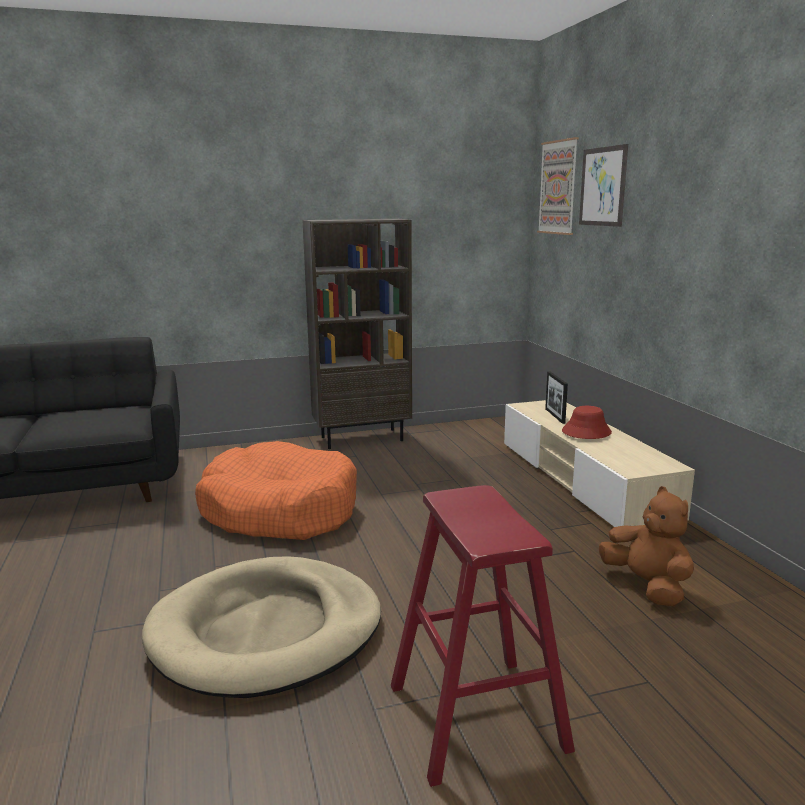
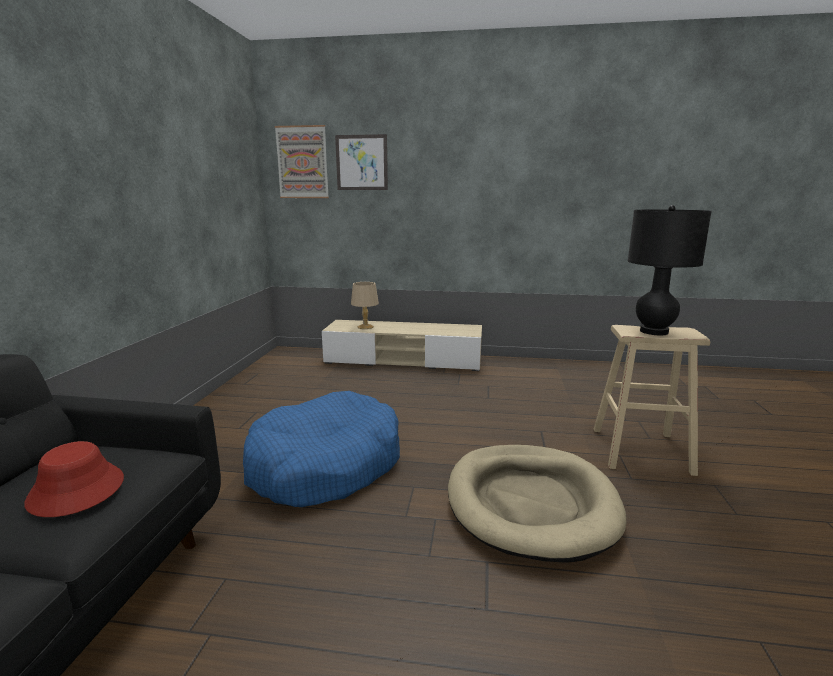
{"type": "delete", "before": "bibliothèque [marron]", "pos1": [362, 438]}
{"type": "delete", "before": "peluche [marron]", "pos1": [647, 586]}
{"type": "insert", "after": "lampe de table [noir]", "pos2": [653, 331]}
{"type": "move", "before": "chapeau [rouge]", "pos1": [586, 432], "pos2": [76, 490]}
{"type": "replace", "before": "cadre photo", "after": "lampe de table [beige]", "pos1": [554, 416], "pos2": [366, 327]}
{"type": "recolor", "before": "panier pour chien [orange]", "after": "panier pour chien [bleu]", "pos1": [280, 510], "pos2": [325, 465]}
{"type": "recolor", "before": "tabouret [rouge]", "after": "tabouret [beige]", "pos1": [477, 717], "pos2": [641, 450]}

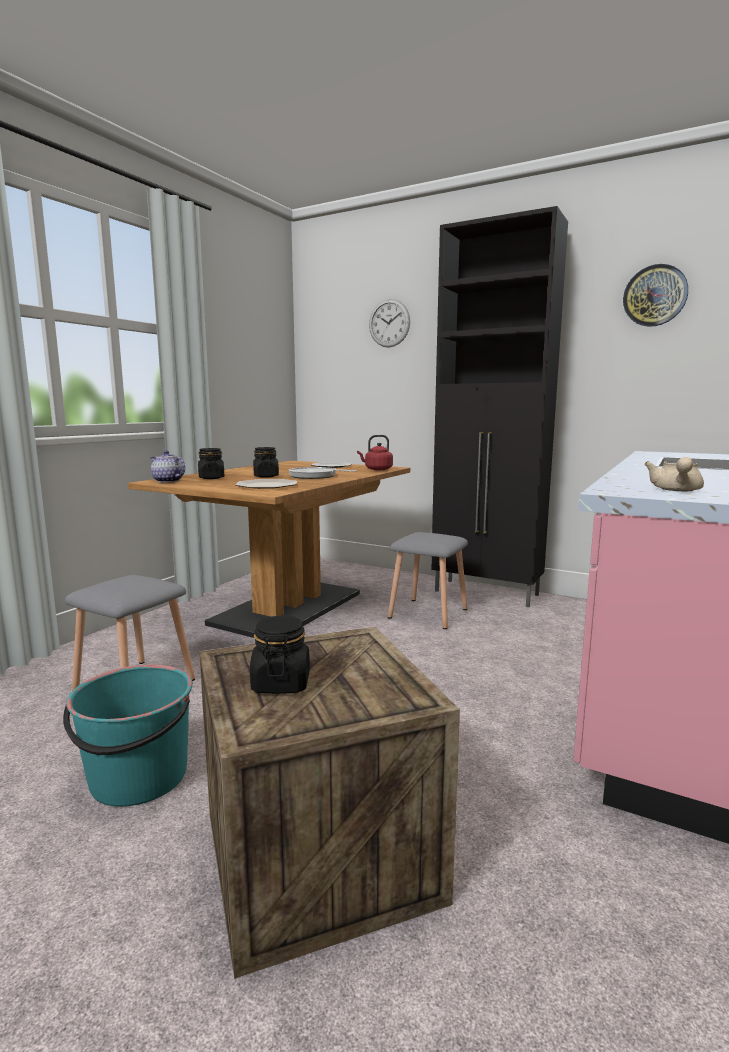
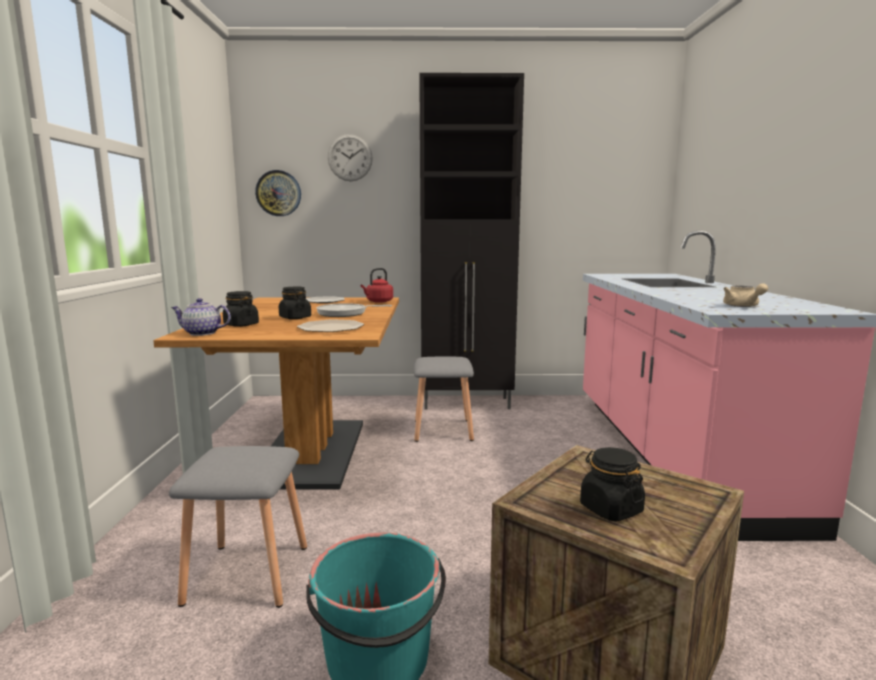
{"type": "move", "before": "horloge murale", "pos1": [655, 296], "pos2": [278, 193]}

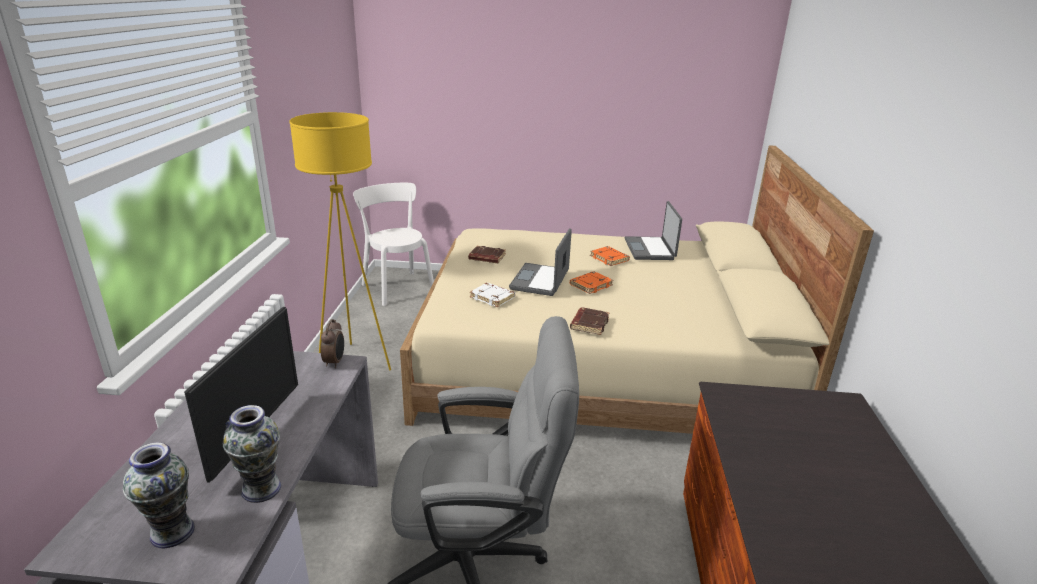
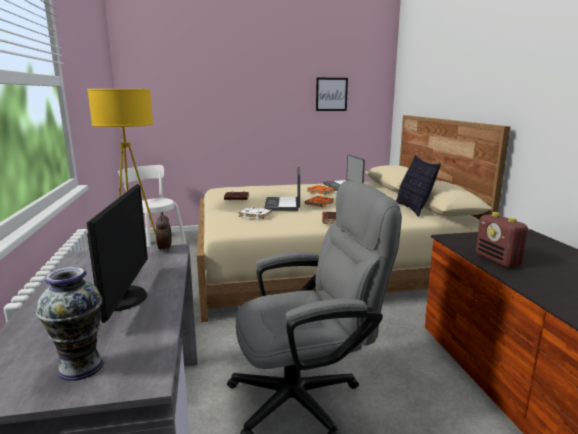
{"type": "delete", "before": "vase", "pos1": [261, 489]}
{"type": "insert", "after": "tableau", "pos2": [331, 94]}
{"type": "insert", "after": "coussin", "pos2": [413, 209]}
{"type": "insert", "after": "radio", "pos2": [498, 261]}

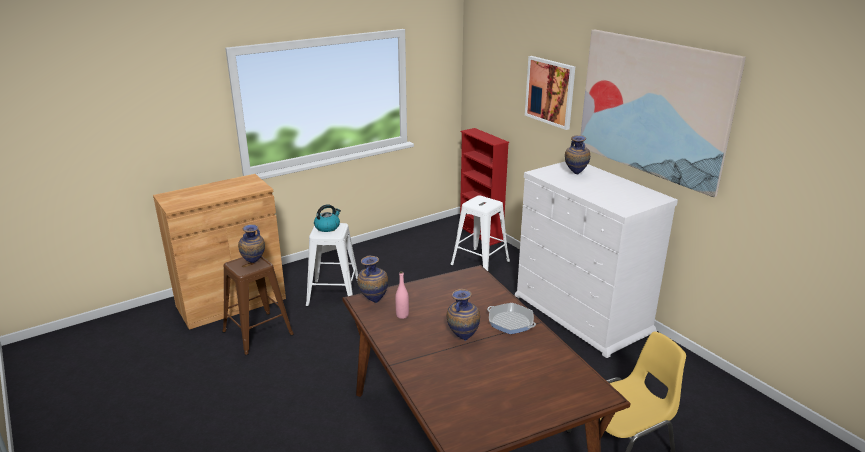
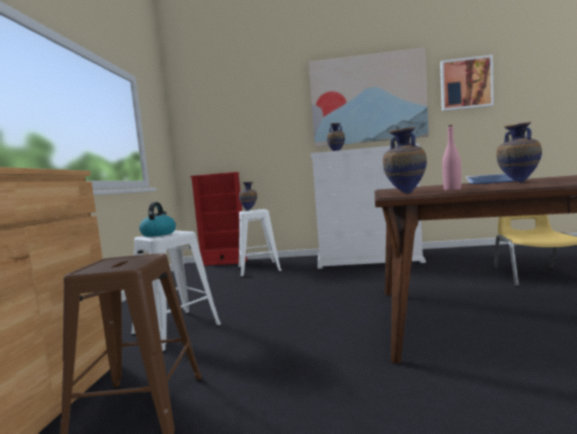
{"type": "move", "before": "vase", "pos1": [254, 263], "pos2": [249, 210]}
{"type": "move", "before": "tableau", "pos1": [550, 92], "pos2": [466, 84]}

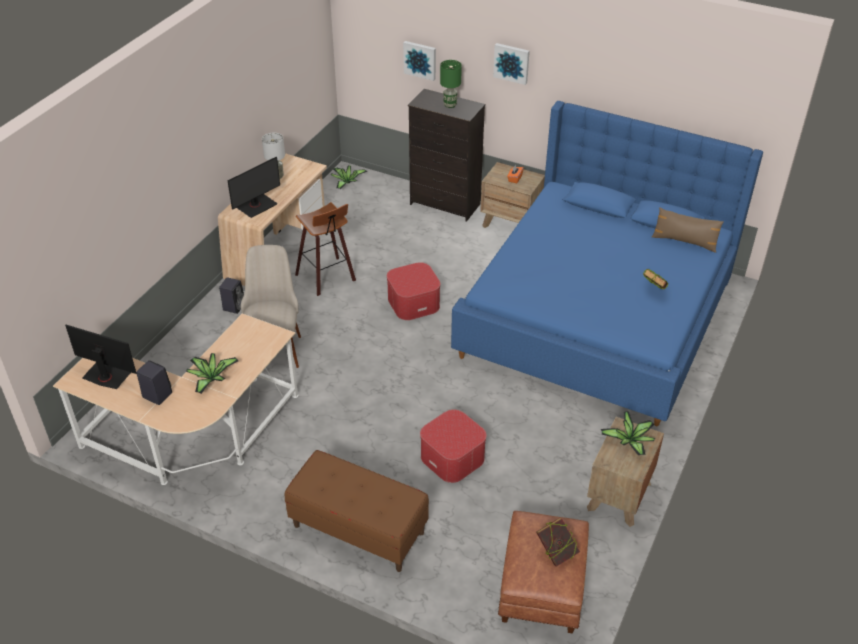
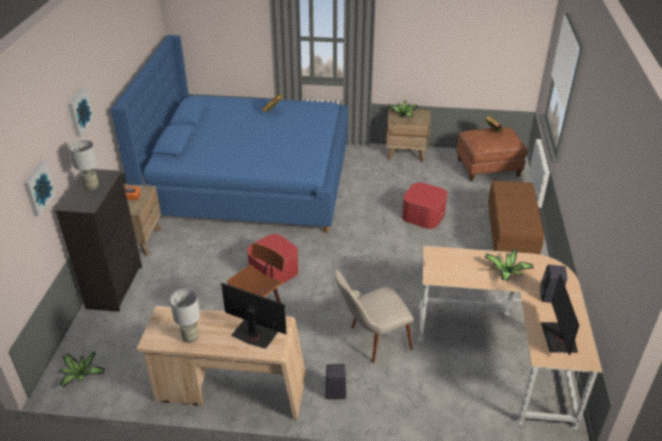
{"type": "delete", "before": "coussin [marron]", "pos1": [684, 241]}
{"type": "recolor", "before": "lampe de table [vert]", "after": "lampe de table [gris]", "pos1": [450, 105], "pos2": [91, 186]}

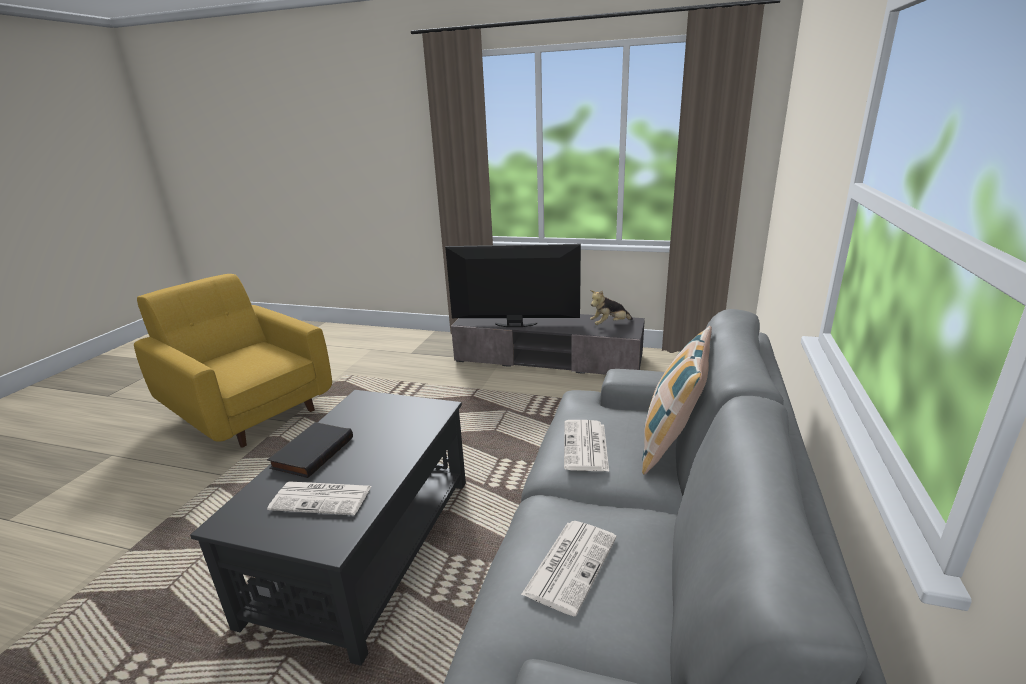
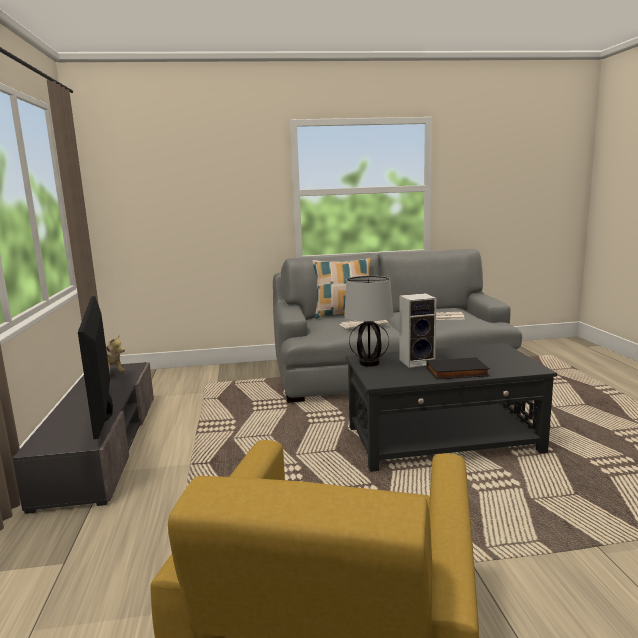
{"type": "delete", "before": "journal", "pos1": [323, 498]}
{"type": "insert", "after": "lampe de table", "pos2": [369, 363]}
{"type": "insert", "after": "enceinte", "pos2": [418, 362]}

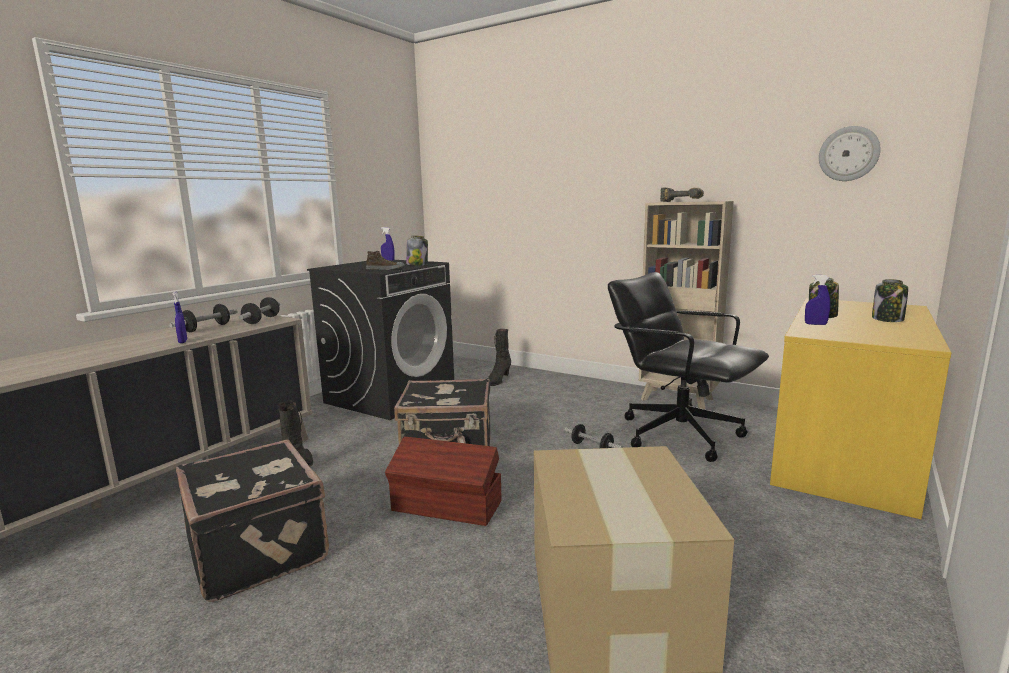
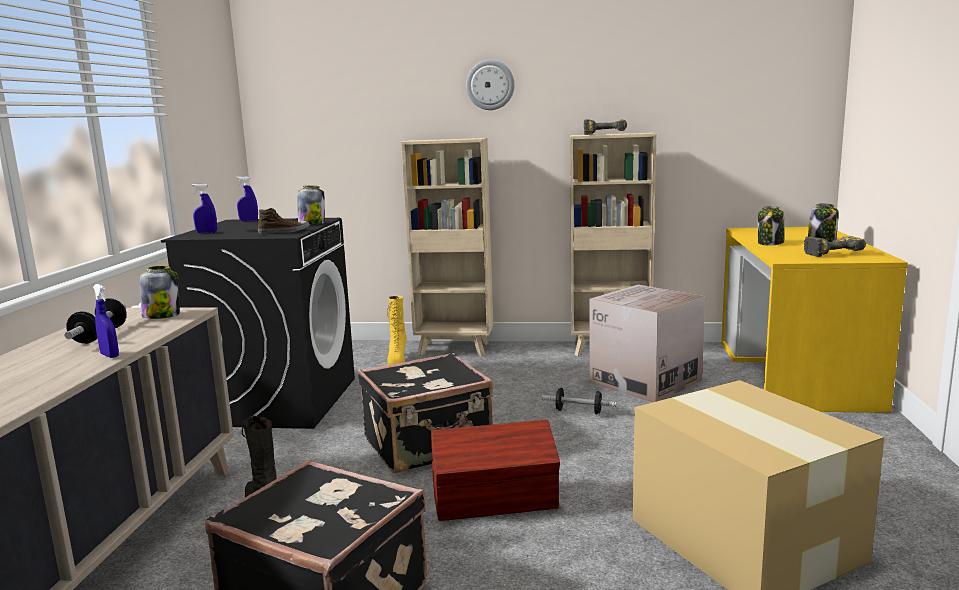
{"type": "insert", "after": "bibliothèque [beige]", "pos2": [455, 349]}
{"type": "insert", "after": "perceuse", "pos2": [830, 253]}
{"type": "move", "before": "vaporisateur [bleu]", "pos1": [815, 324], "pos2": [206, 232]}
{"type": "move", "before": "horloge murale", "pos1": [848, 154], "pos2": [490, 85]}
{"type": "replace", "before": "haltère", "after": "bocal", "pos1": [261, 320], "pos2": [162, 315]}
{"type": "replace", "before": "chaise de bureau [noir]", "after": "carton", "pos1": [679, 434], "pos2": [645, 382]}
{"type": "recolor", "before": "botte [noir]", "after": "botte [jaune]", "pos1": [498, 380], "pos2": [397, 361]}

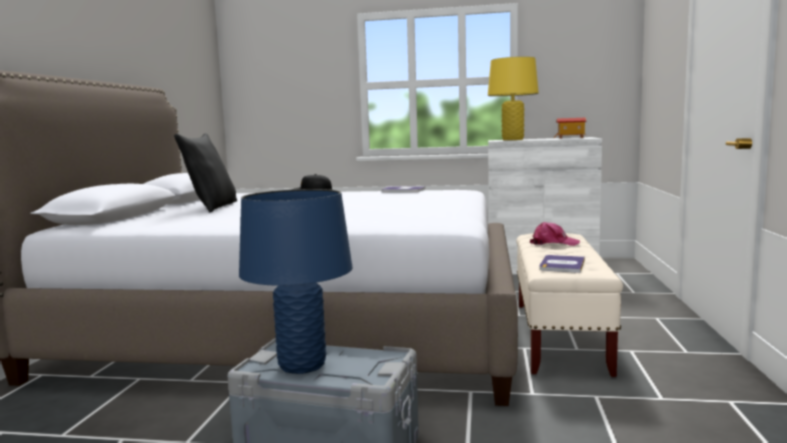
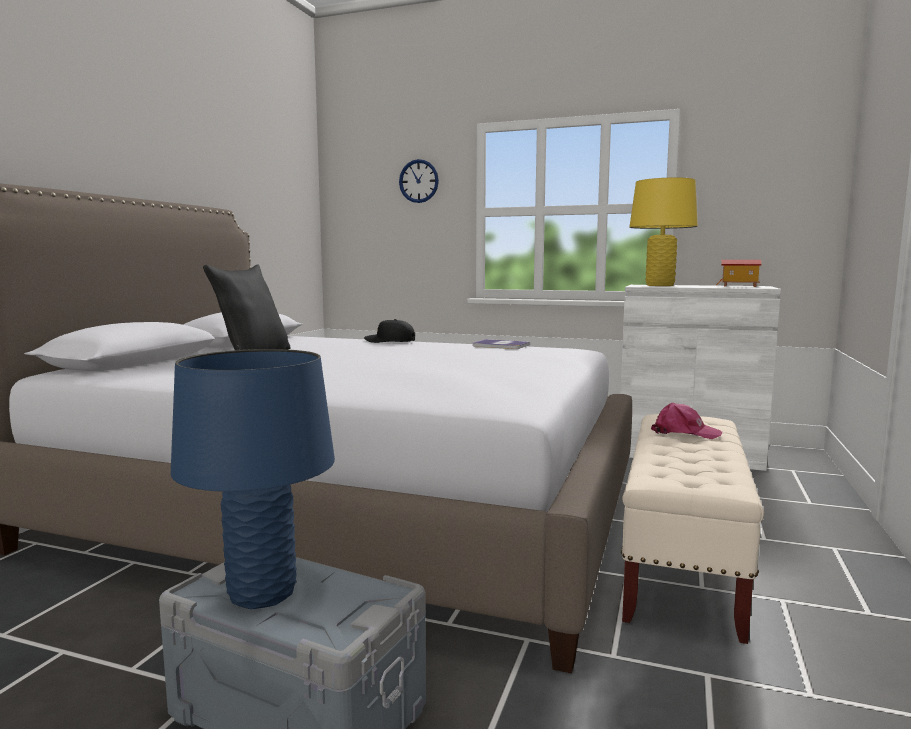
{"type": "delete", "before": "livre", "pos1": [562, 265]}
{"type": "insert", "after": "horloge murale", "pos2": [419, 181]}

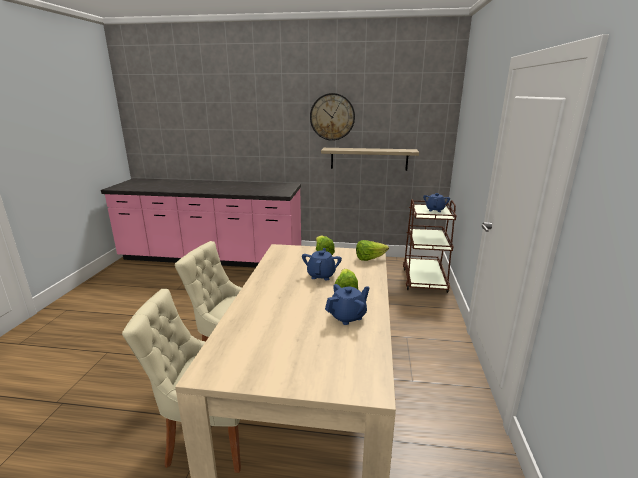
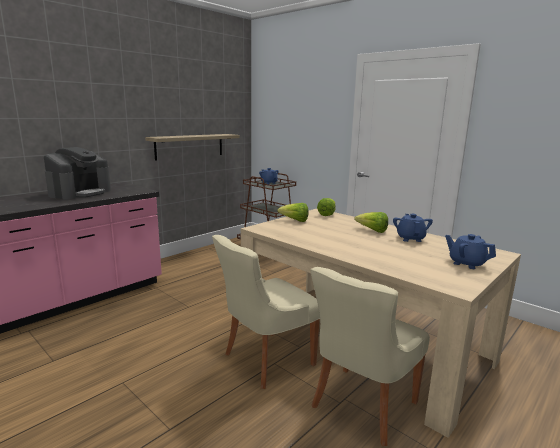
{"type": "delete", "before": "horloge murale", "pos1": [332, 117]}
{"type": "insert", "after": "machine à café", "pos2": [80, 193]}
{"type": "move", "before": "théière [bleu]", "pos1": [321, 275], "pos2": [466, 263]}

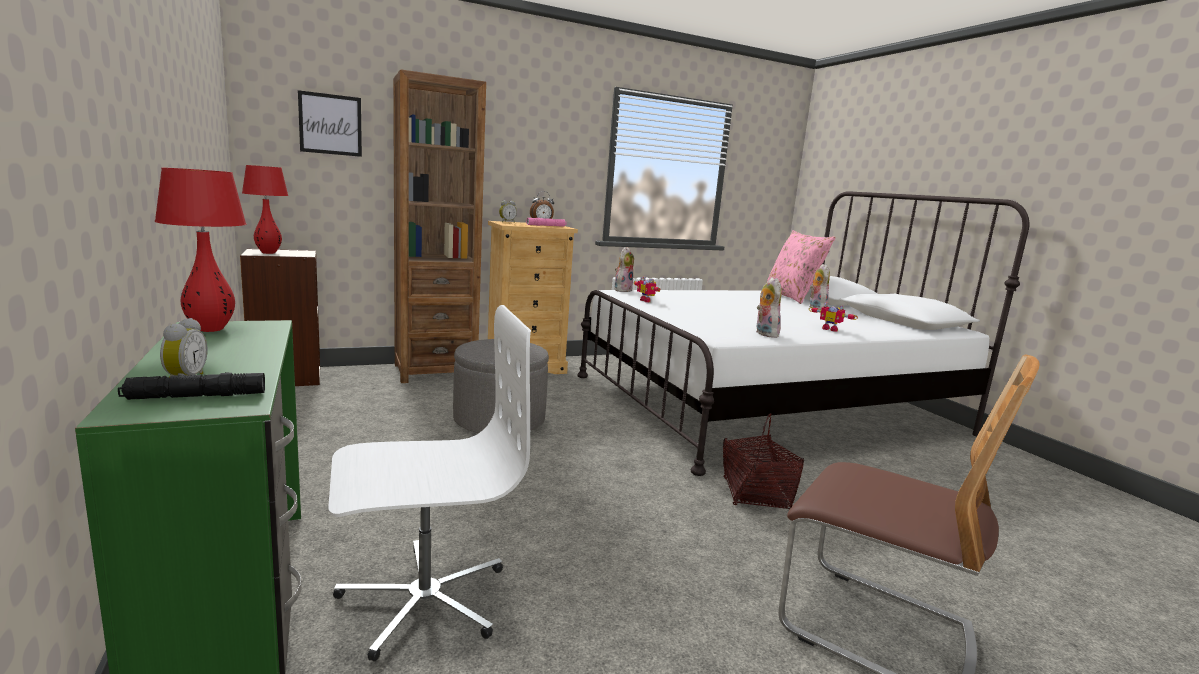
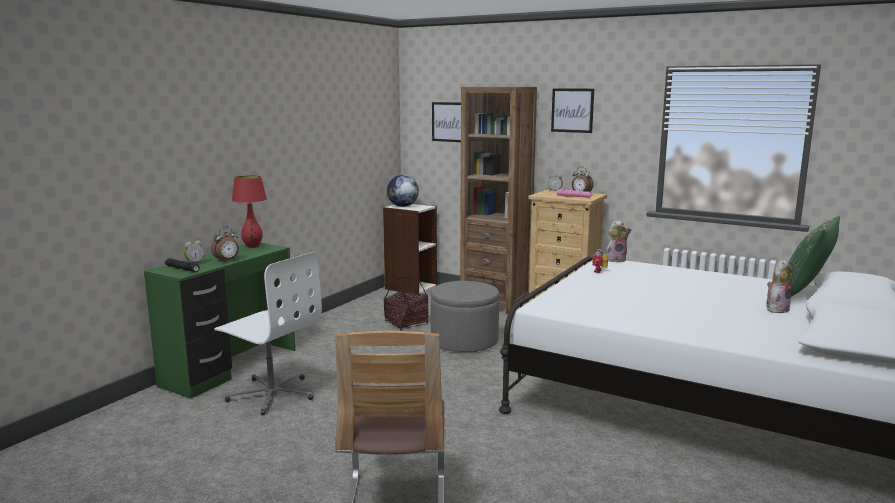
{"type": "delete", "before": "peluche", "pos1": [764, 334]}
{"type": "delete", "before": "robot jouet", "pos1": [830, 329]}
{"type": "insert", "after": "réveil", "pos2": [227, 260]}
{"type": "insert", "after": "tableau", "pos2": [572, 110]}
{"type": "move", "before": "panier", "pos1": [755, 494], "pos2": [406, 323]}
{"type": "replace", "before": "lampe de table [rouge]", "after": "globe", "pos1": [268, 253], "pos2": [402, 206]}
{"type": "recolor", "before": "coussin [rose]", "after": "coussin [vert]", "pos1": [791, 297], "pos2": [804, 295]}

